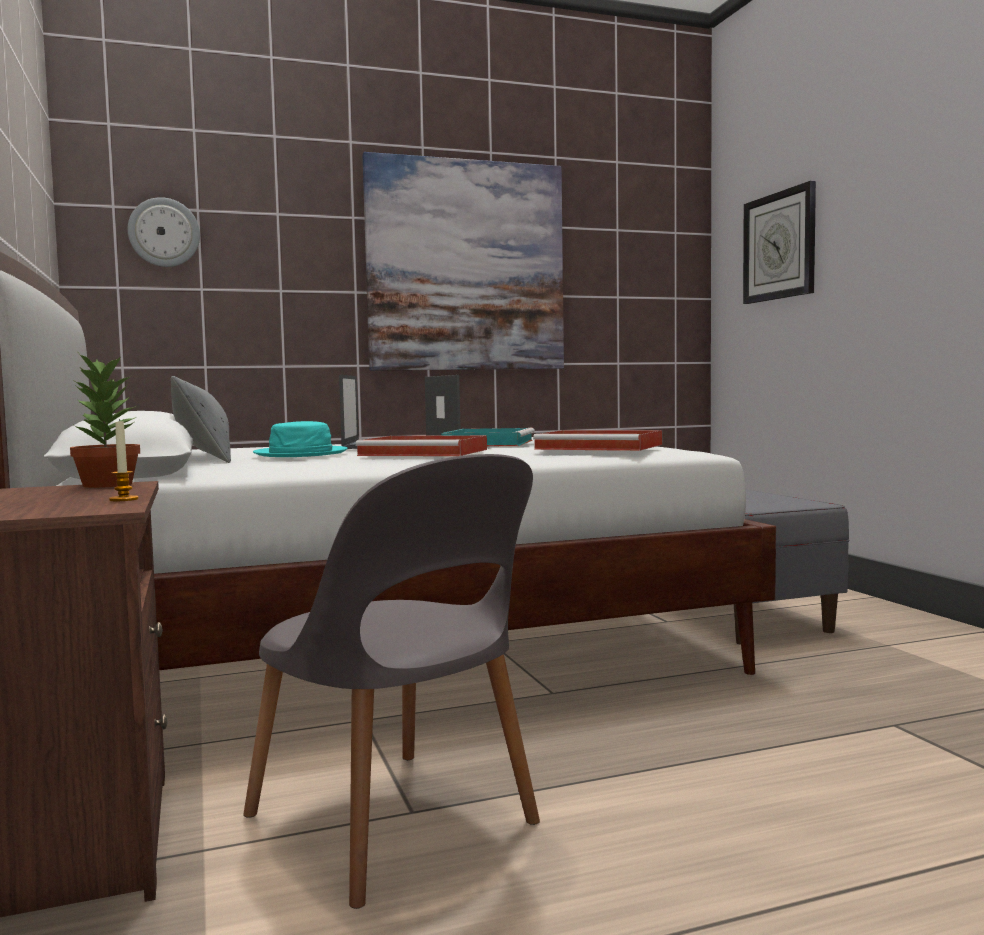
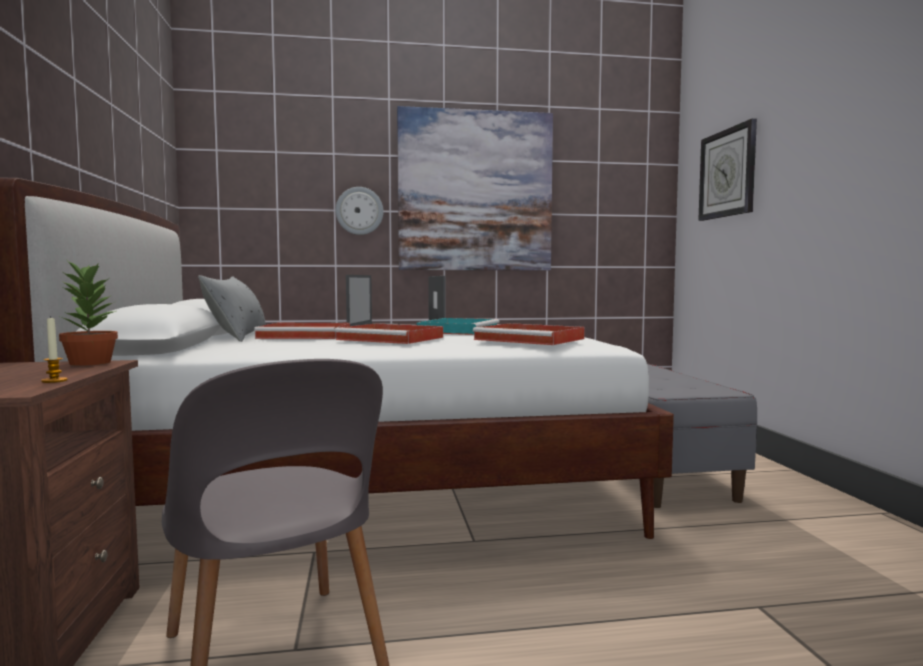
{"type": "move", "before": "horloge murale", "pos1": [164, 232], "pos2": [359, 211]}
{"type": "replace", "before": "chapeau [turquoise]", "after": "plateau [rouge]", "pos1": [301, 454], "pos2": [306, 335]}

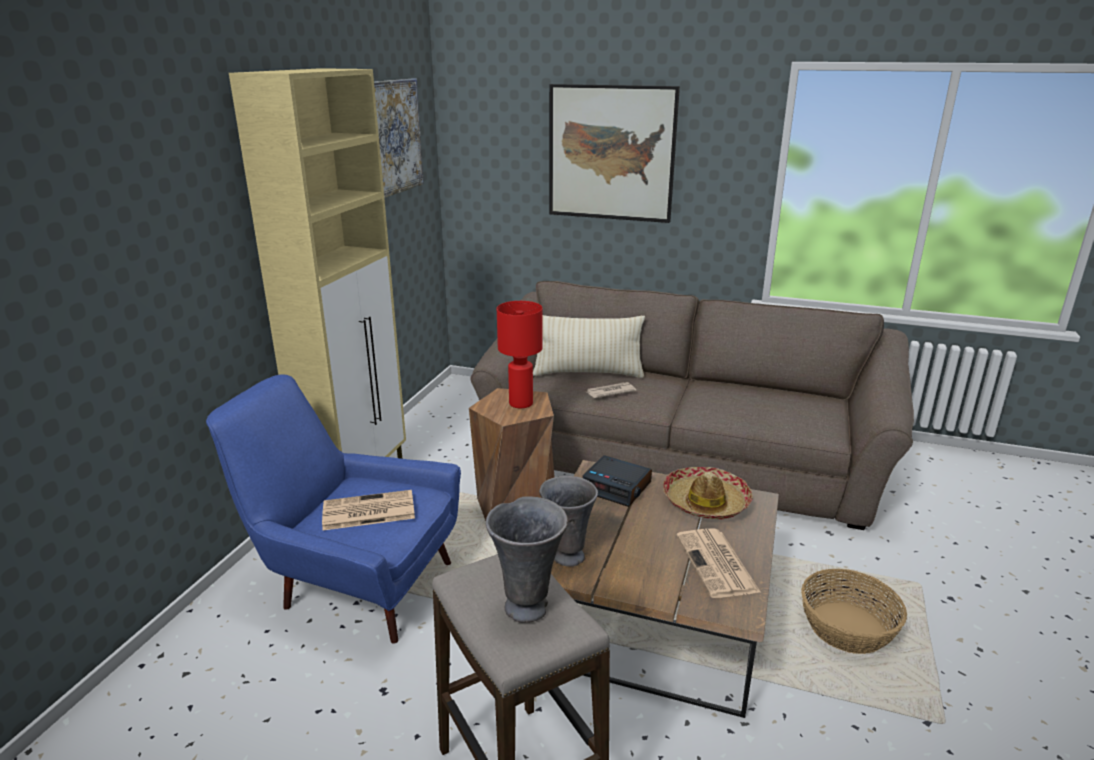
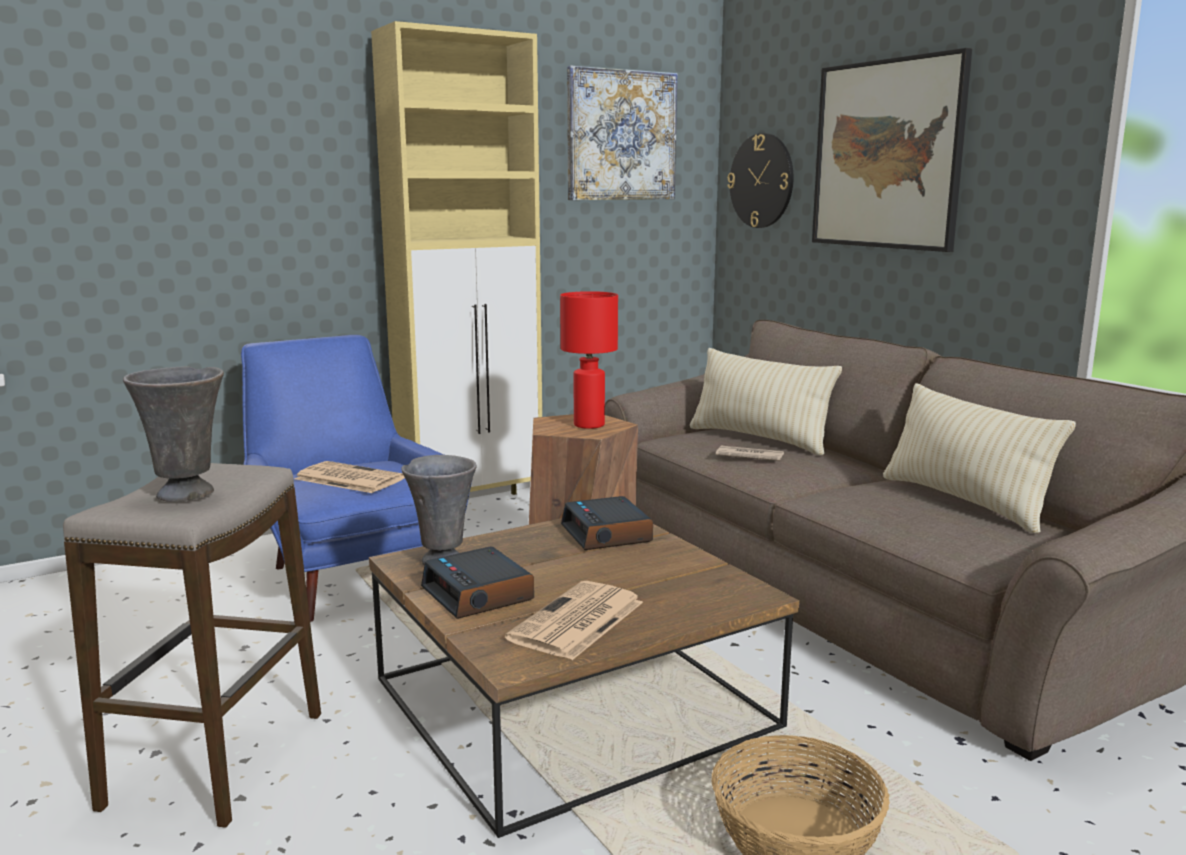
{"type": "delete", "before": "chapeau", "pos1": [705, 502]}
{"type": "insert", "after": "réveil", "pos2": [479, 594]}
{"type": "insert", "after": "horloge murale", "pos2": [761, 181]}
{"type": "insert", "after": "coussin [beige]", "pos2": [964, 502]}

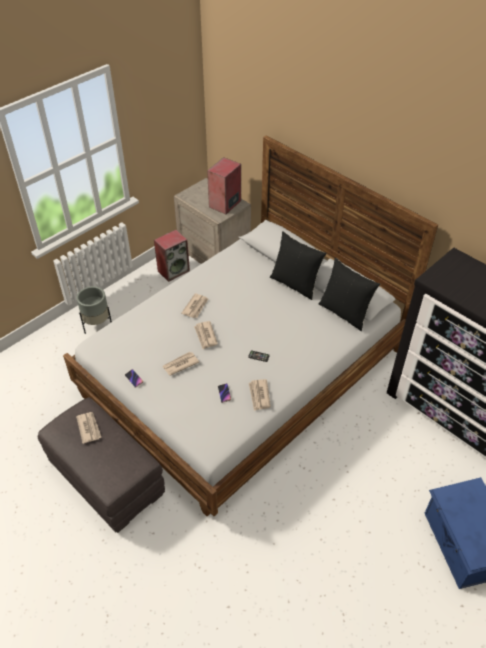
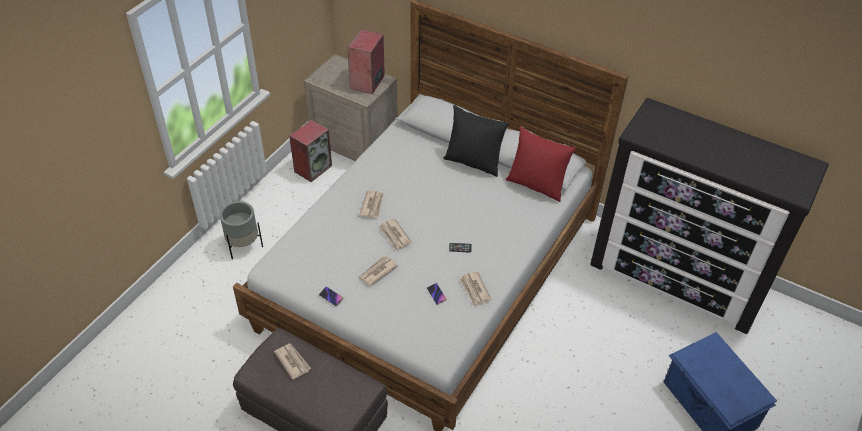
{"type": "recolor", "before": "coussin [noir]", "after": "coussin [rouge]", "pos1": [345, 312], "pos2": [536, 184]}

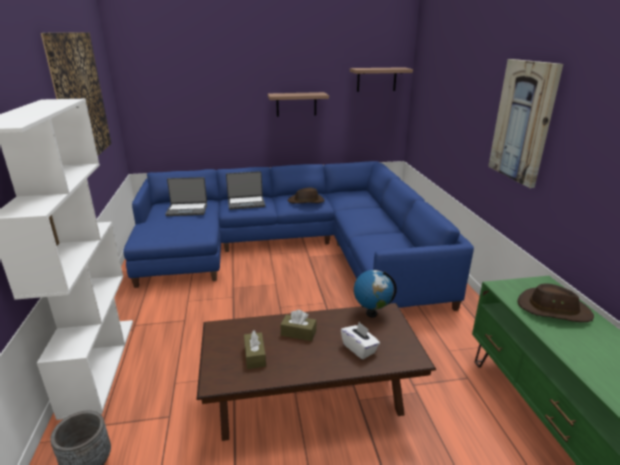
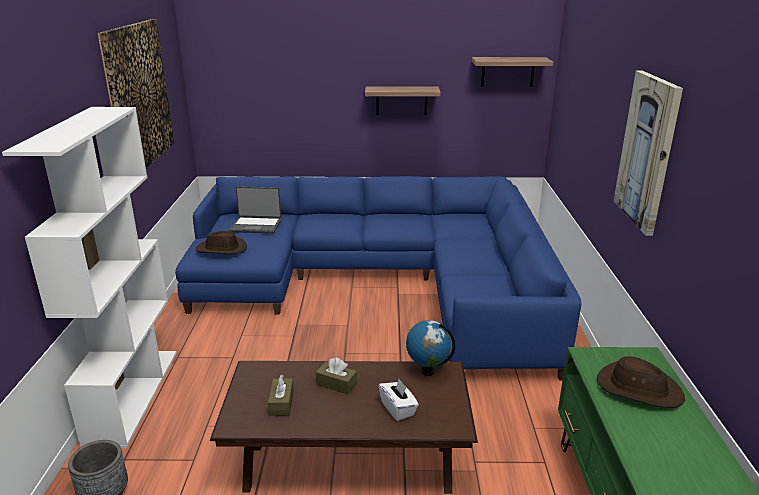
{"type": "delete", "before": "ordinateur portable", "pos1": [246, 203]}
{"type": "move", "before": "chapeau [marron]", "pos1": [306, 201], "pos2": [221, 249]}

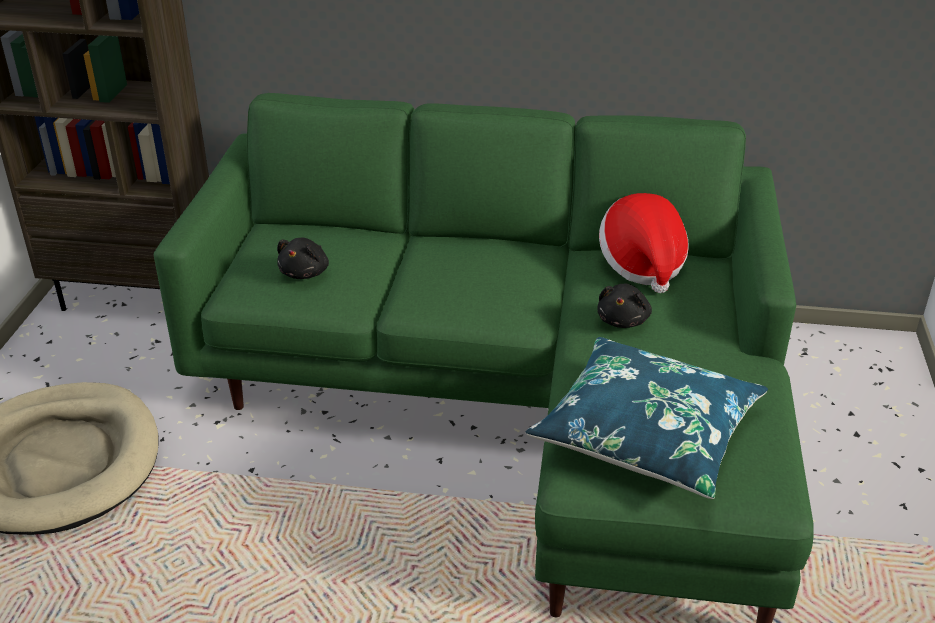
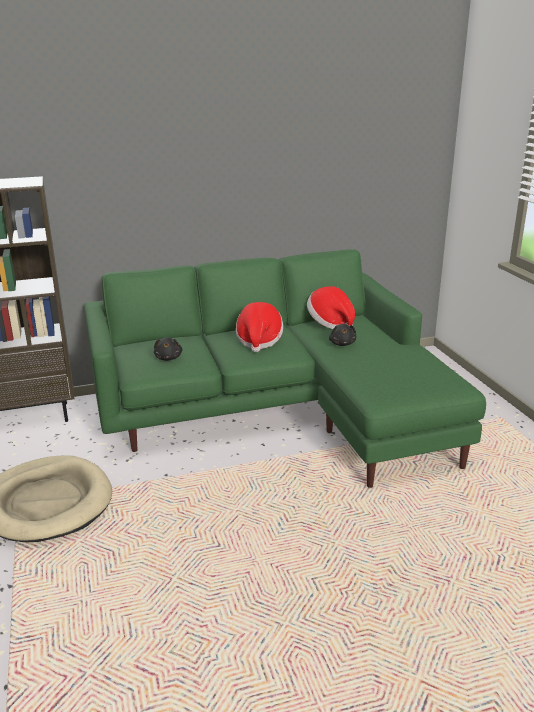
{"type": "delete", "before": "coussin [bleu]", "pos1": [647, 432]}
{"type": "insert", "after": "chapeau", "pos2": [259, 341]}

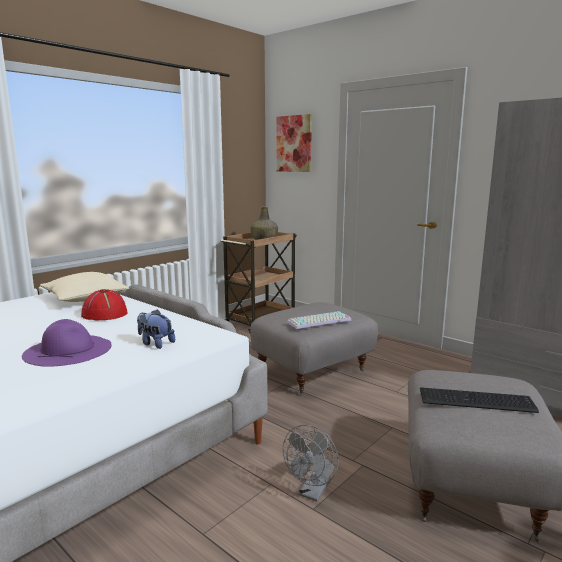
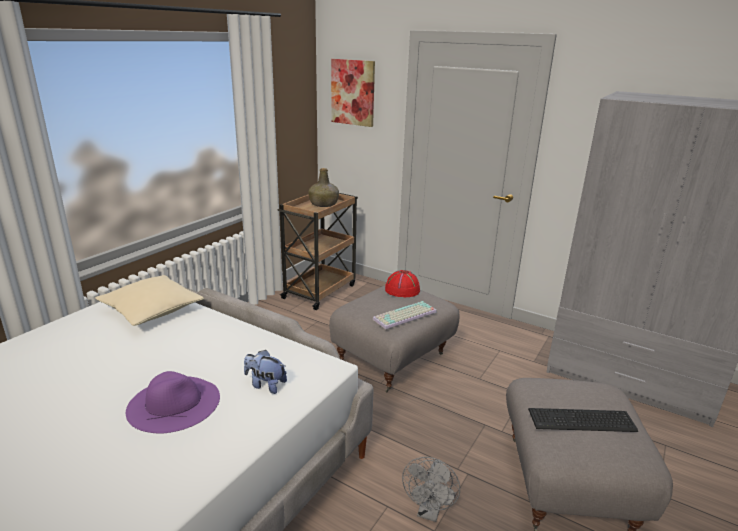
{"type": "move", "before": "chapeau [rouge]", "pos1": [104, 314], "pos2": [402, 290]}

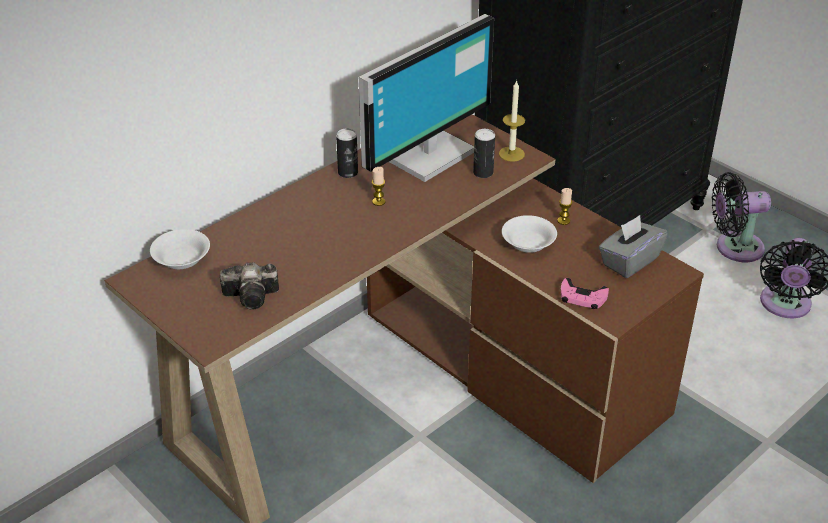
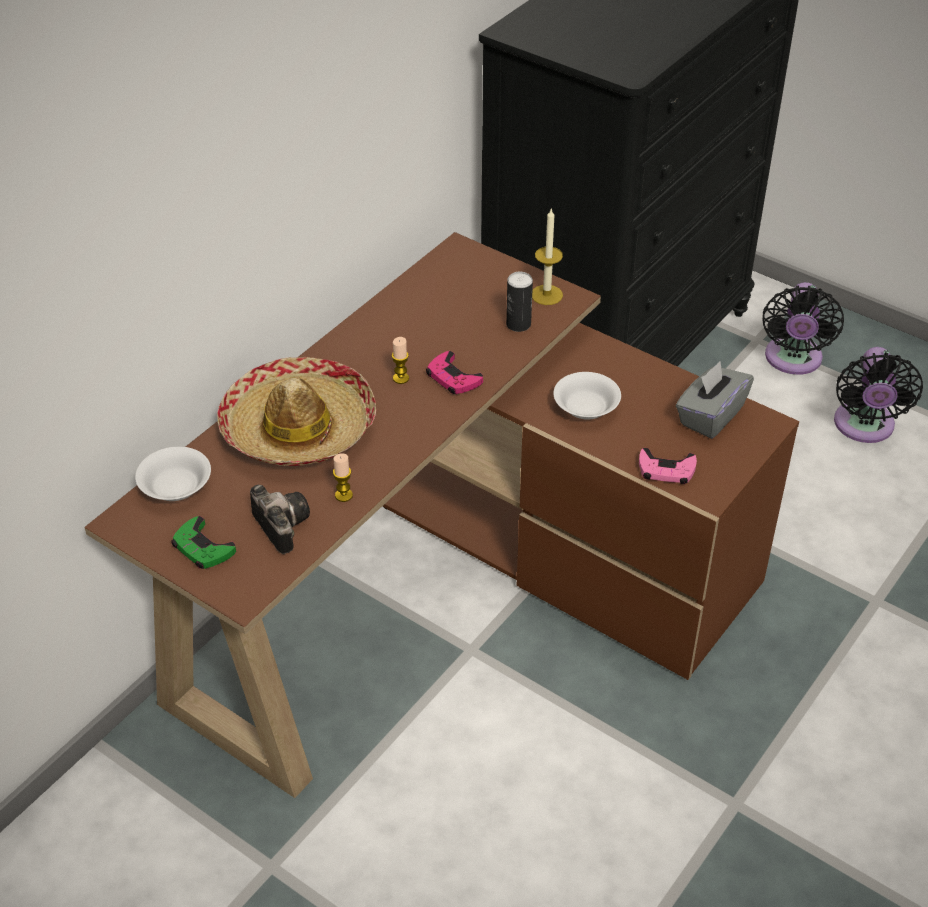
{"type": "delete", "before": "boîte métallique", "pos1": [348, 172]}
{"type": "delete", "before": "écran d'ordinateur", "pos1": [427, 154]}
{"type": "insert", "after": "manette [vert]", "pos2": [202, 548]}
{"type": "insert", "after": "chapeau", "pos2": [298, 428]}
{"type": "insert", "after": "manette [rose]", "pos2": [453, 378]}
{"type": "move", "before": "bougie", "pos1": [563, 221], "pos2": [343, 495]}
{"type": "rotate", "before": "appareil photo", "pos1": [253, 296], "pos2": [280, 524], "turn": -105}
{"type": "rotate", "before": "ventilateur [noir]", "pos1": [734, 248], "pos2": [792, 360], "turn": -60}

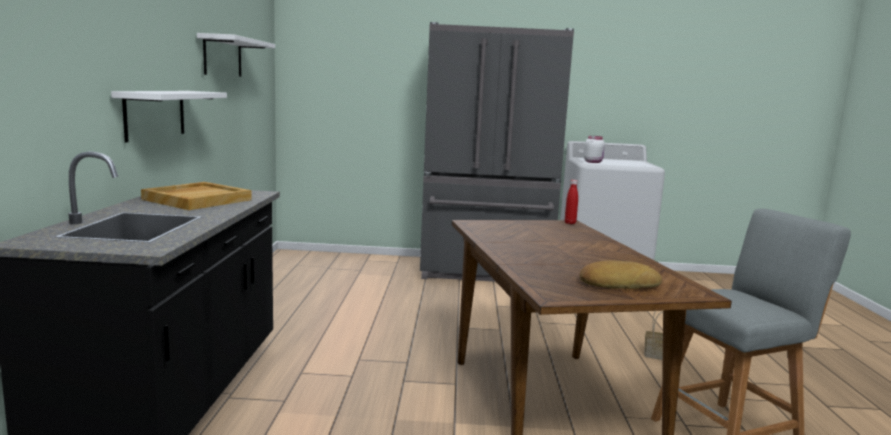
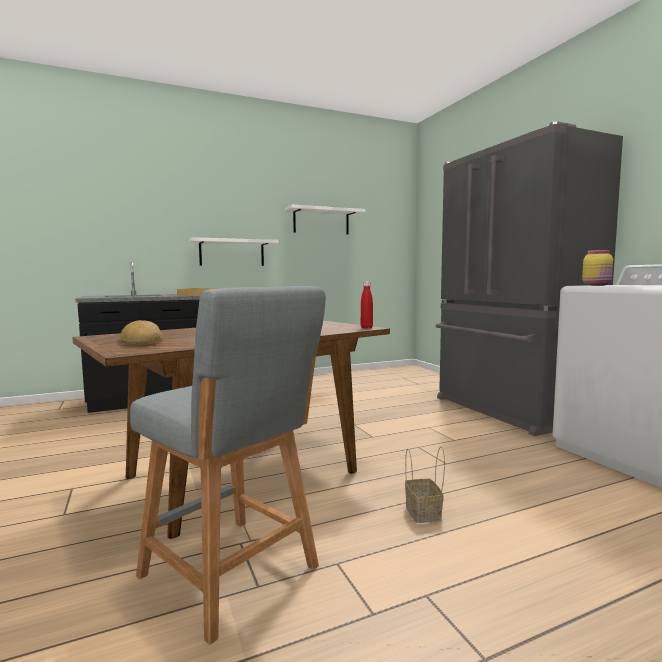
{"type": "recolor", "before": "bocal [blanc]", "after": "bocal [jaune]", "pos1": [593, 162], "pos2": [597, 285]}

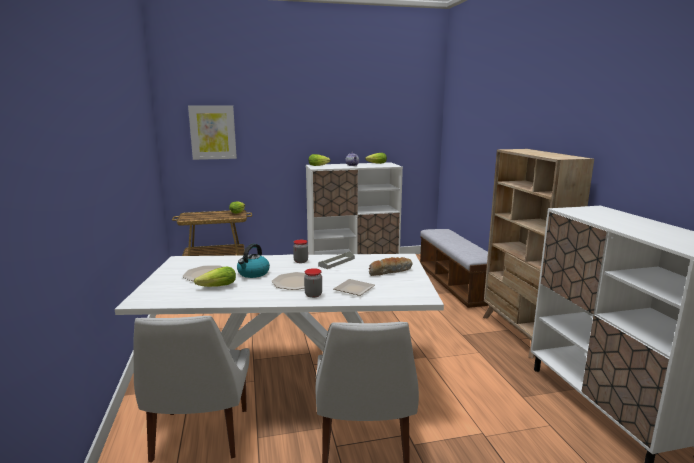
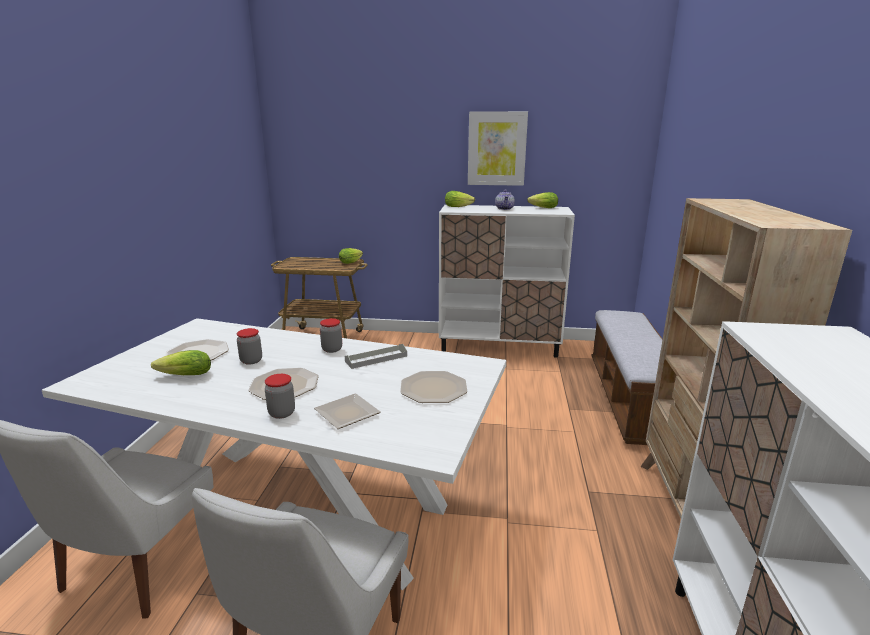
{"type": "move", "before": "tableau", "pos1": [213, 132], "pos2": [497, 149]}
{"type": "replace", "before": "bouilloire", "after": "bocal", "pos1": [253, 273], "pos2": [251, 361]}
{"type": "replace", "before": "pain", "after": "assiette", "pos1": [390, 271], "pos2": [434, 388]}

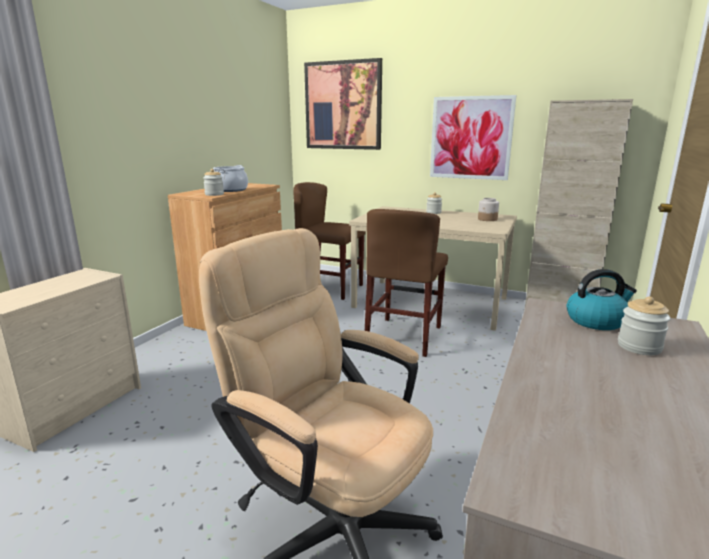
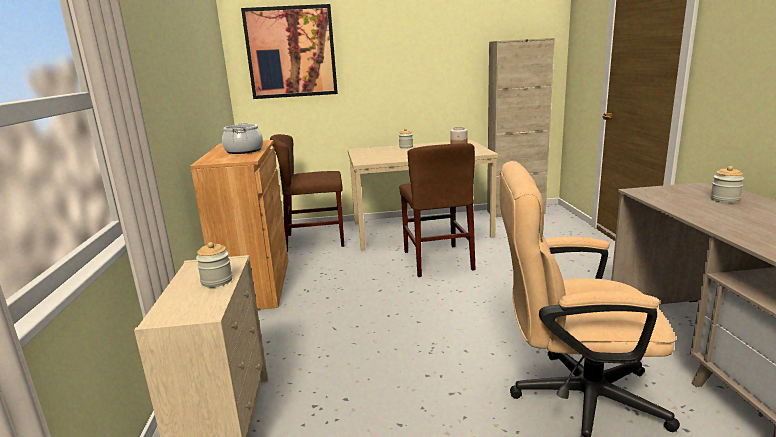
{"type": "delete", "before": "tableau", "pos1": [470, 138]}
{"type": "delete", "before": "bouilloire", "pos1": [596, 321]}
{"type": "move", "before": "bocal", "pos1": [214, 194], "pos2": [217, 281]}

